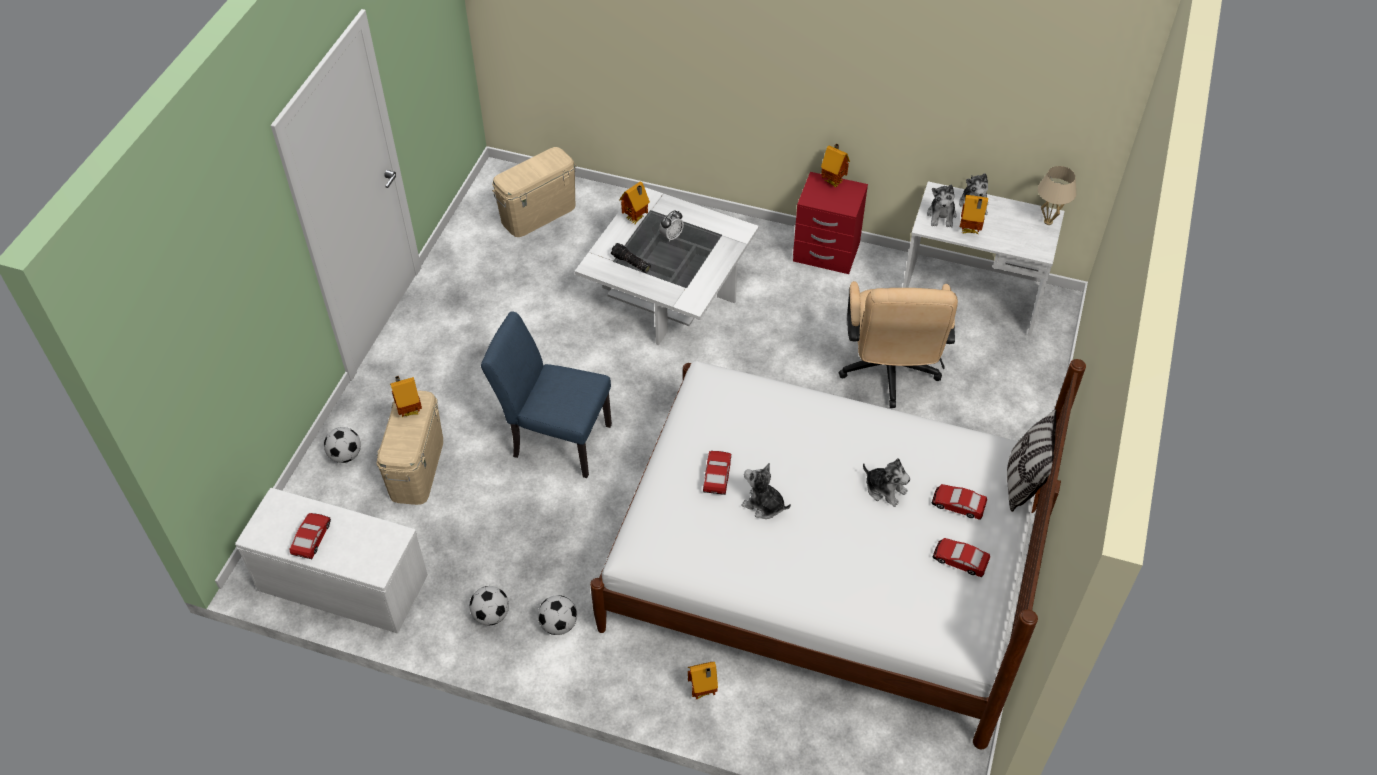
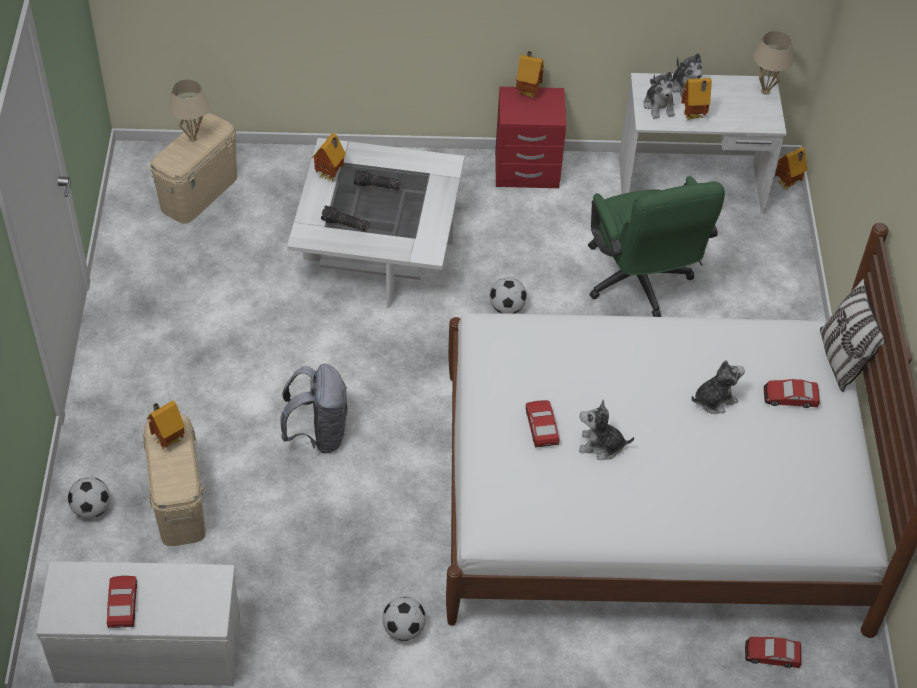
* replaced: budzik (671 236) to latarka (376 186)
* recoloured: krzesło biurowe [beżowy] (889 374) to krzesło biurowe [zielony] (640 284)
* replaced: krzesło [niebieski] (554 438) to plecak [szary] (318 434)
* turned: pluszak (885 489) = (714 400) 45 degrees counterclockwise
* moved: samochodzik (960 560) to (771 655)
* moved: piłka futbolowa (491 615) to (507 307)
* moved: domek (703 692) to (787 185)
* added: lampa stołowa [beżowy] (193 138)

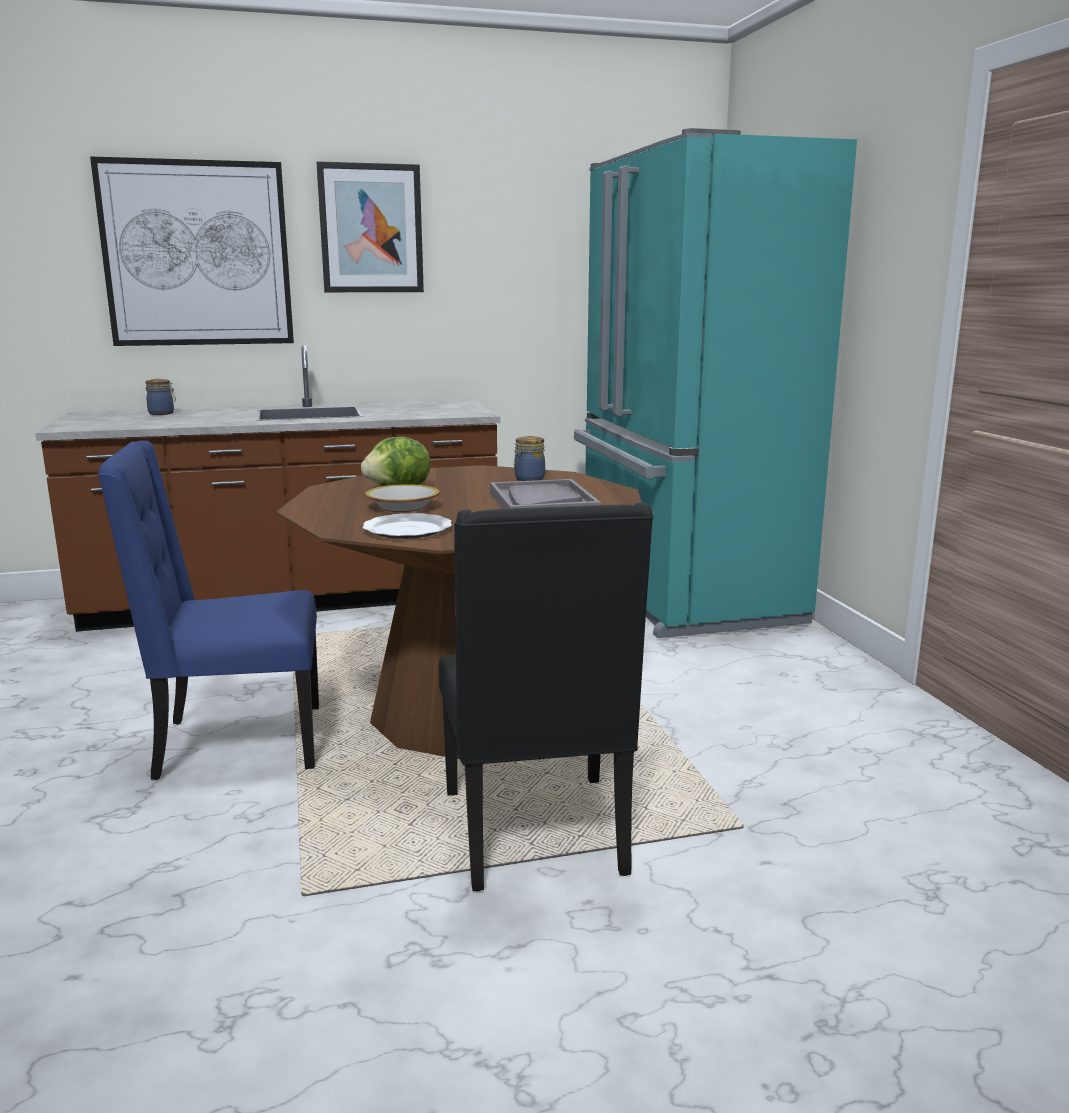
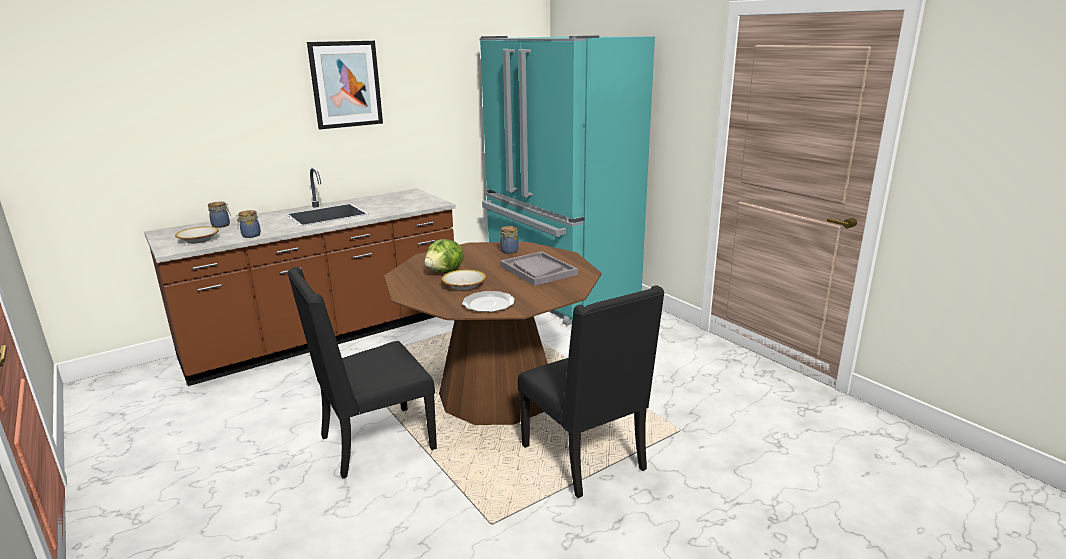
* removed: obraz (197 254)
* recoloured: krzesło [niebieski] (236 744) to krzesło [czarny] (374 443)
* added: słoik (250 235)
* added: miska (198 240)

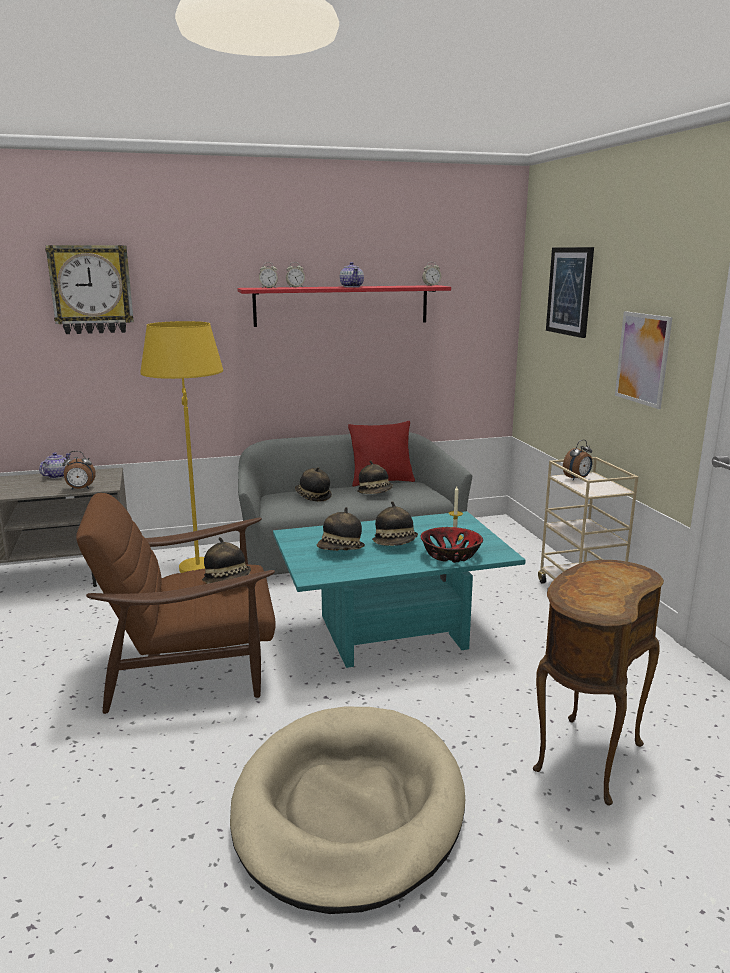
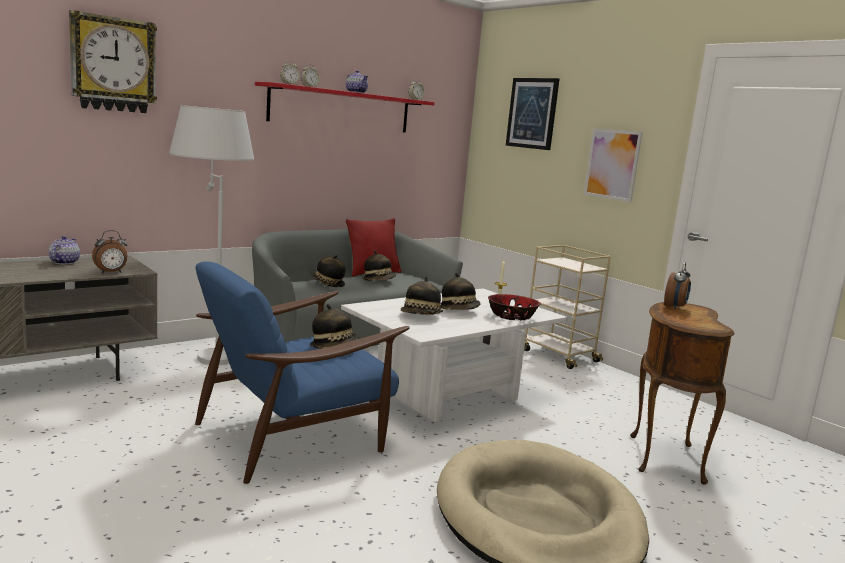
* recoloured: lampa stojąca [żółty] (196 560) to lampa stojąca [biały] (208 352)
* moved: budzik (577 479) to (675 307)
* recoloured: fotel [brązowy] (191 665) to fotel [niebieski] (293 435)
* recoloured: ława [turkusowy] (391 634) to ława [biały] (448 395)

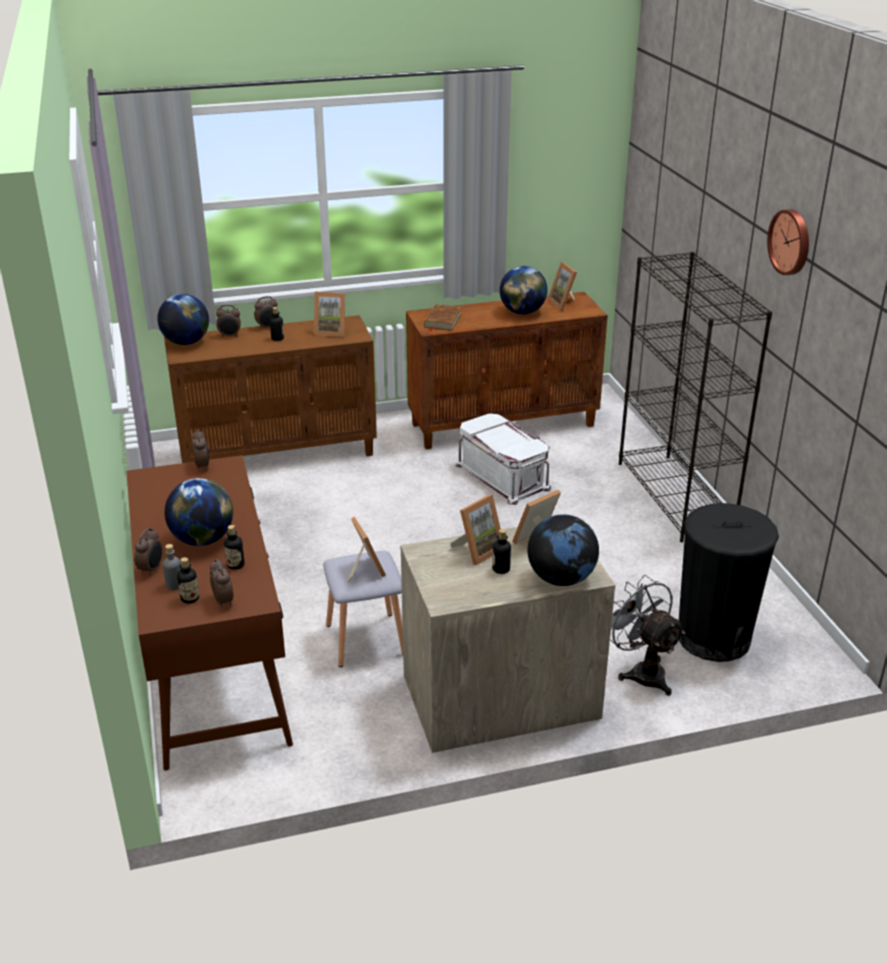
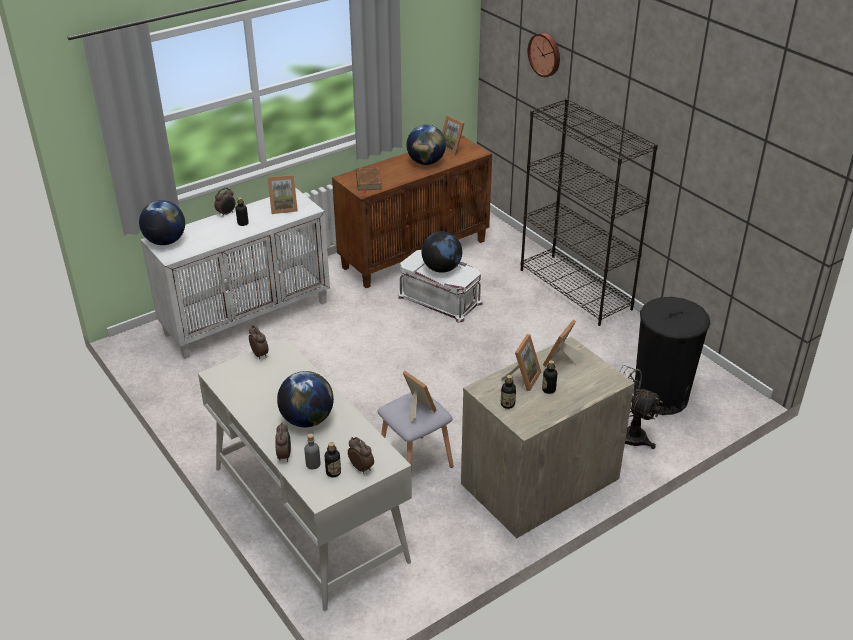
* moved: zegar ścienny (791 242) to (545 54)
* removed: budzik (230 336)
* recoloured: szafka [brązowy] (279 453) to szafka [biały] (247 317)
* recoloured: biurko [brązowy] (215 663) to biurko [biały] (309 512)
* moved: globus (561 579) to (441 269)
* moved: butelka (235 565) to (507 404)

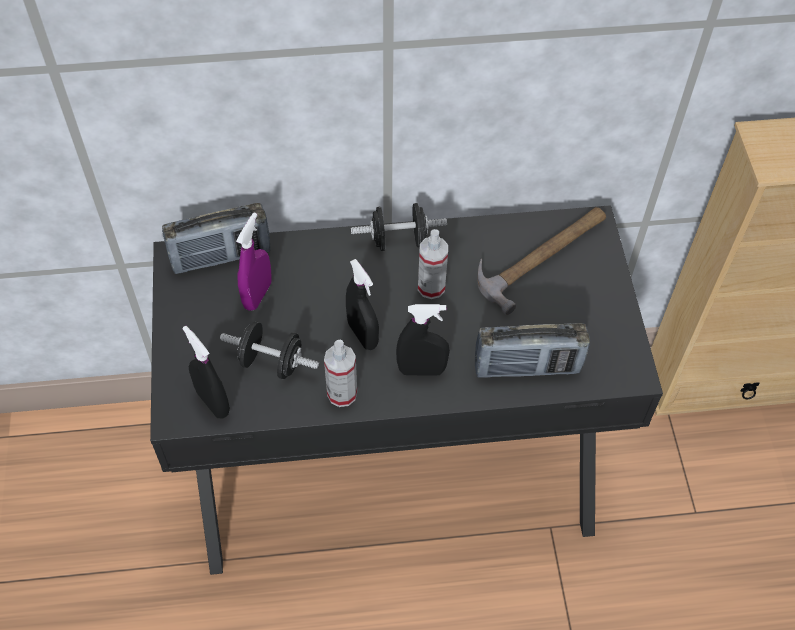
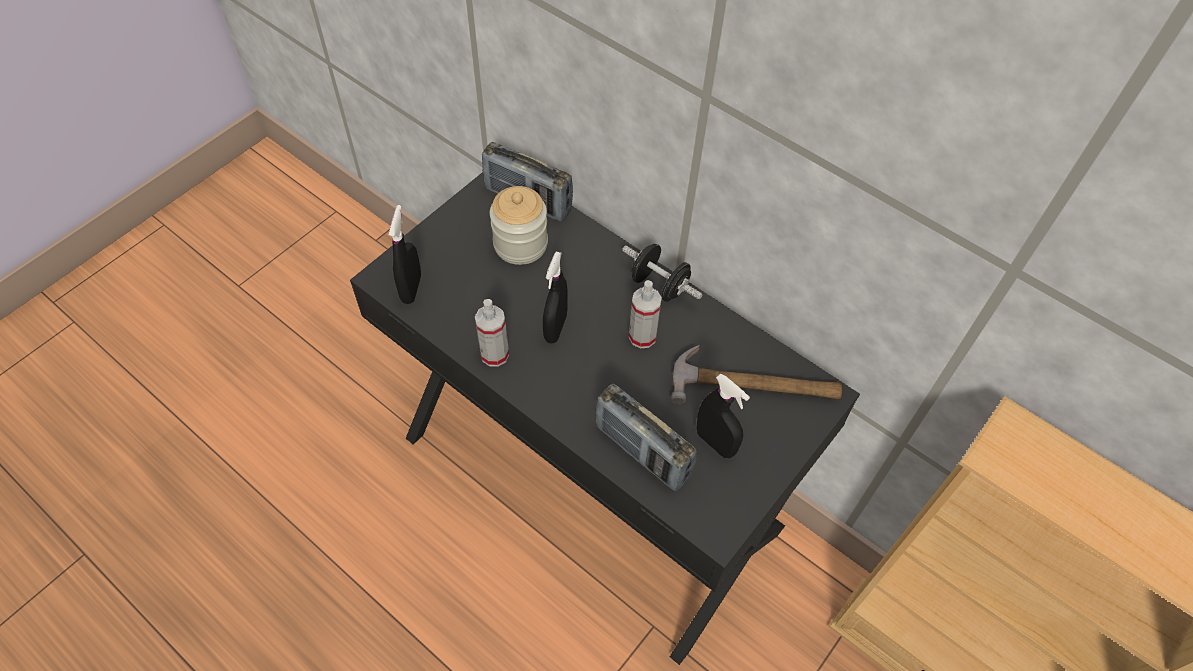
* replaced: spryskiwacz [fioletowy] (257 295) to słoik (520 244)
* moved: spryskiwacz [czarny] (421 370) to (715 443)
* removed: hantel [czarny] (271 362)

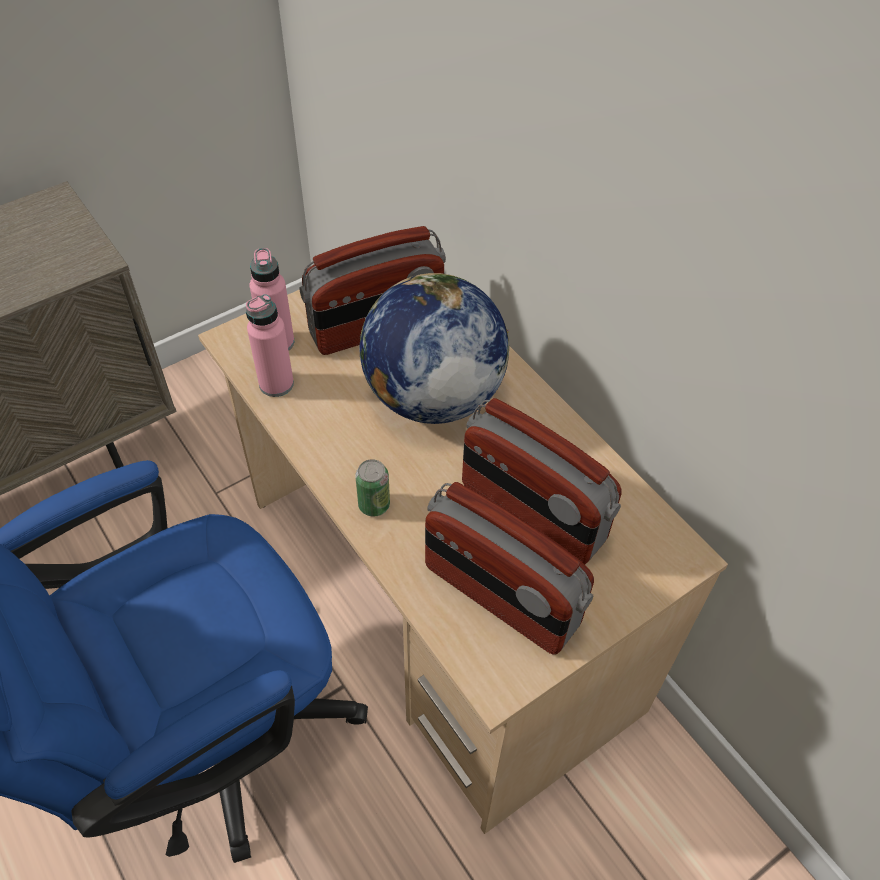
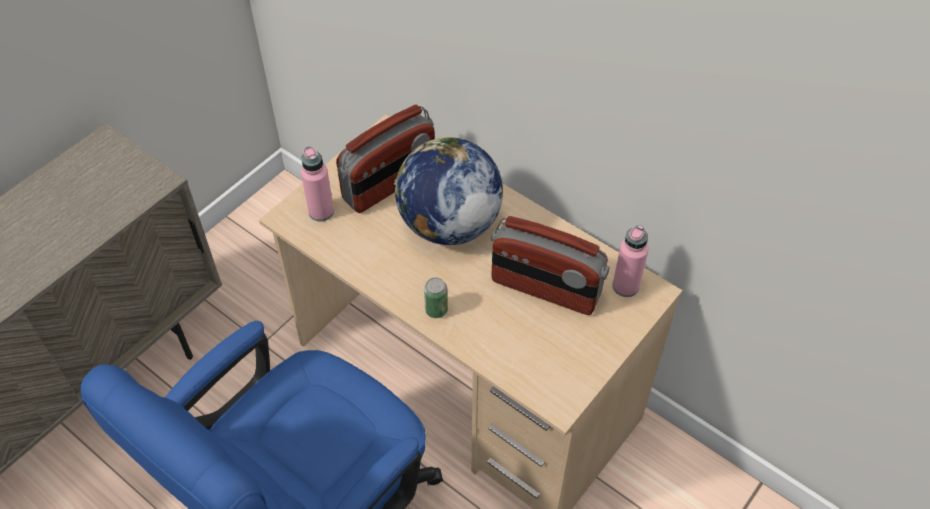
* moved: butelka [różowy] (276 384) to (625 286)
* removed: radio (500 596)

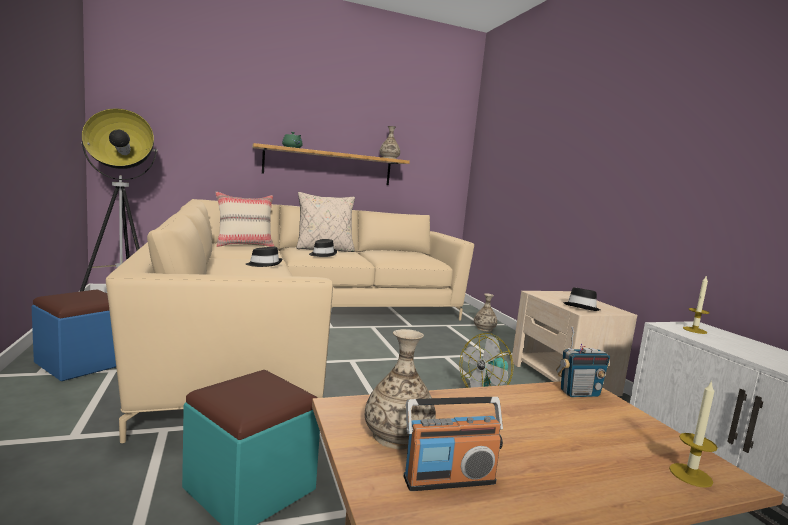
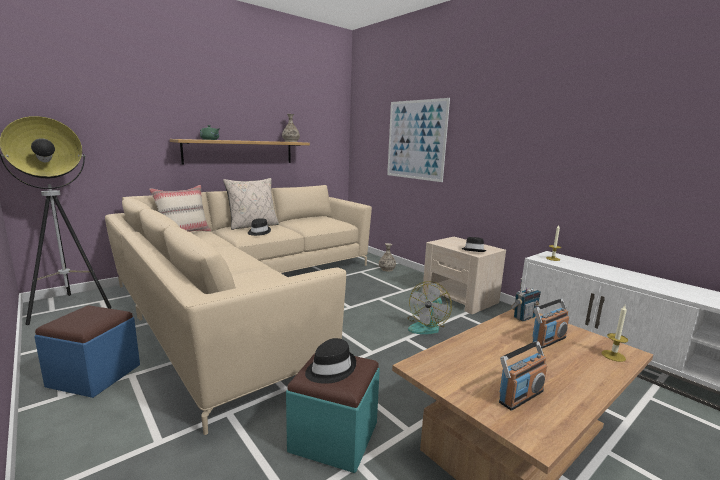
* moved: kapelusz [czarny] (264 264) to (330 369)
* removed: wazon (397 435)
* added: obraz (416 140)
* added: radio (548 340)

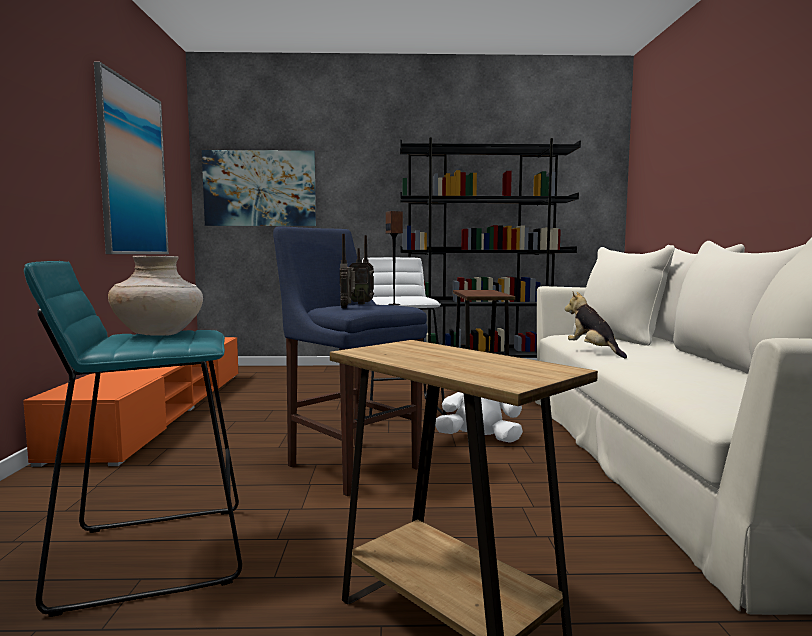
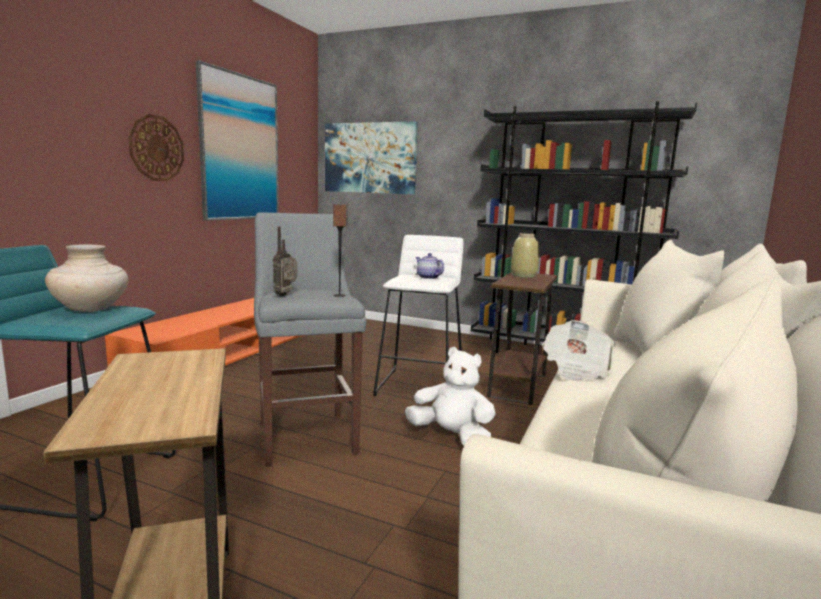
* recoloured: stołek [niebieski] (350 464) to stołek [szary] (307 435)
* removed: radio (360 303)
* replaced: pluszak (593 351) to gazeta (576 369)
* added: zegar ścienny (156 148)
* added: wazon [beżowy] (524 276)
* added: imbryk (428 277)

